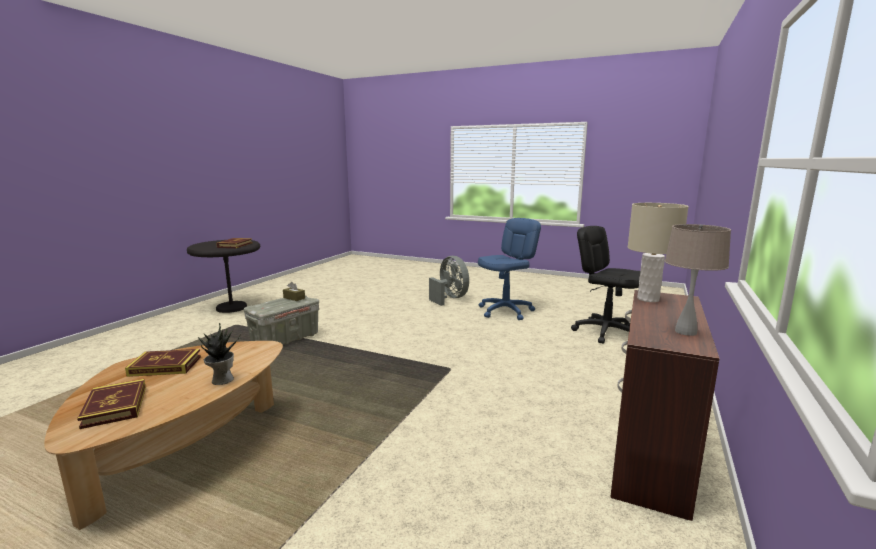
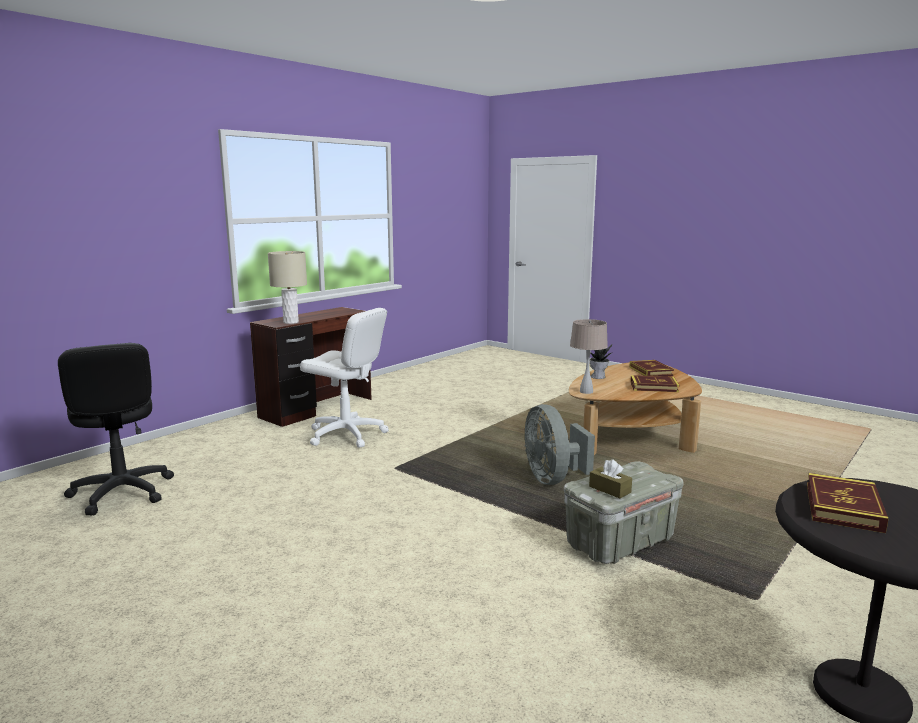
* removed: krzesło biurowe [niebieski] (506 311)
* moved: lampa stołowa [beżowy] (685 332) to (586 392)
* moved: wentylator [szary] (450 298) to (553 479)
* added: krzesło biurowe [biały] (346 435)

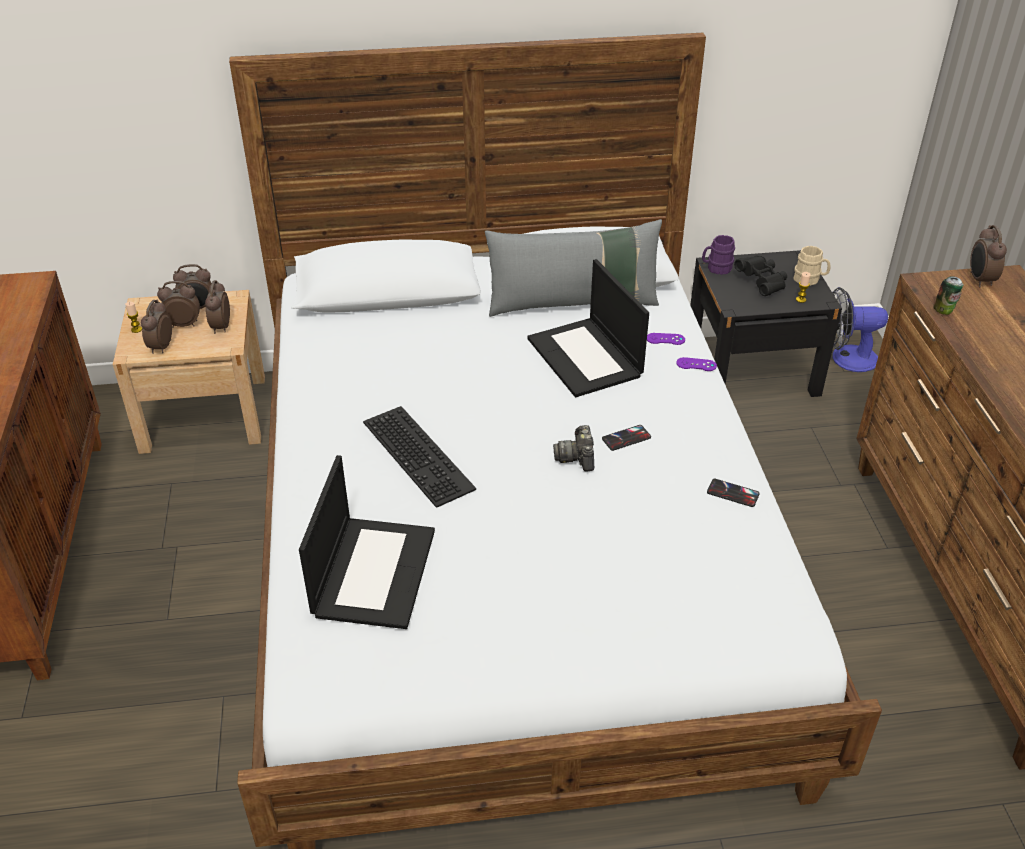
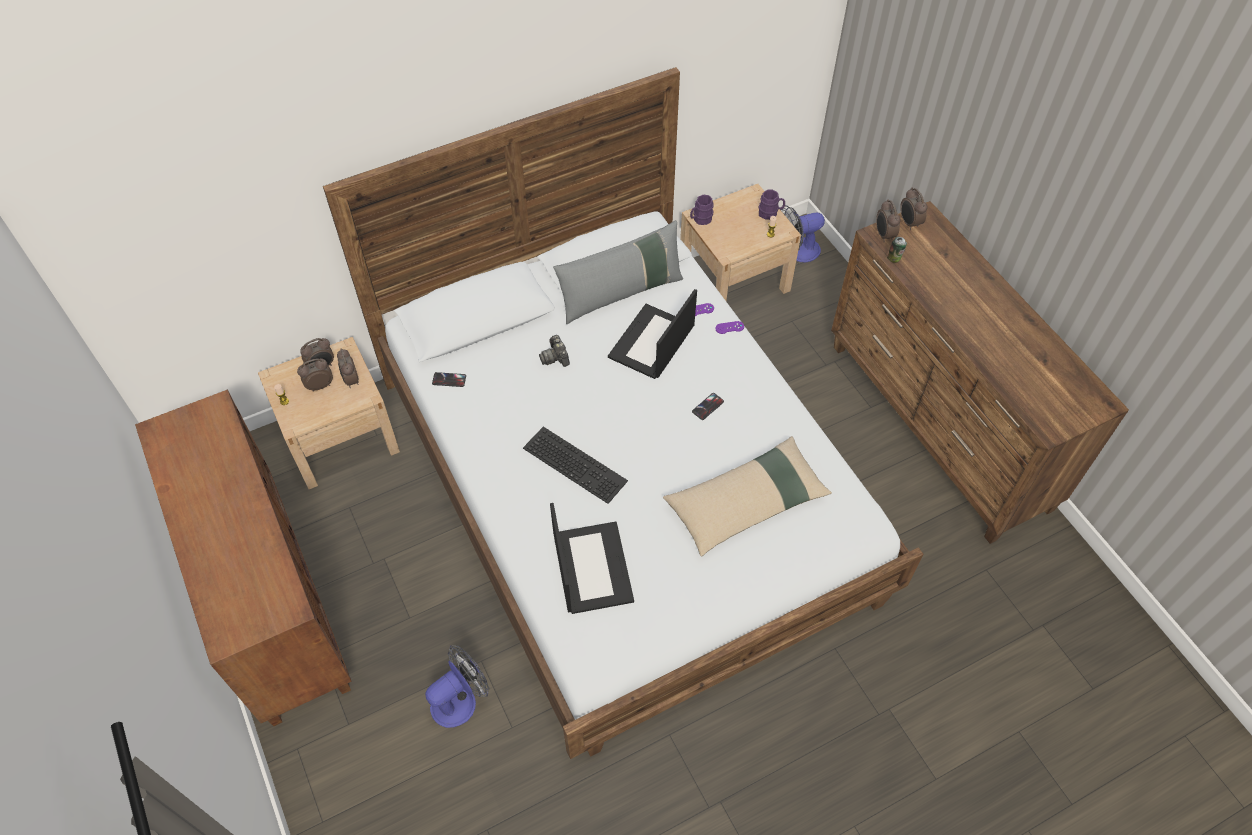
* recoloured: kubek [beżowy] (810 280) to kubek [fioletowy] (770 213)
* recoloured: szafka nocna [czarny] (751 369) to szafka nocna [beżowy] (734 279)
* removed: lornetka [czarny] (762 283)
* turned: laptop (586 358) = (652 343) 75 degrees clockwise
* moved: budzik (160 347) to (883 235)
* moved: aparat fotograficzny (577 457) to (555 357)
* moved: telefon (733 493) to (449 380)
* added: poduszka [beżowy] (746 502)
* added: wentylator (460 699)

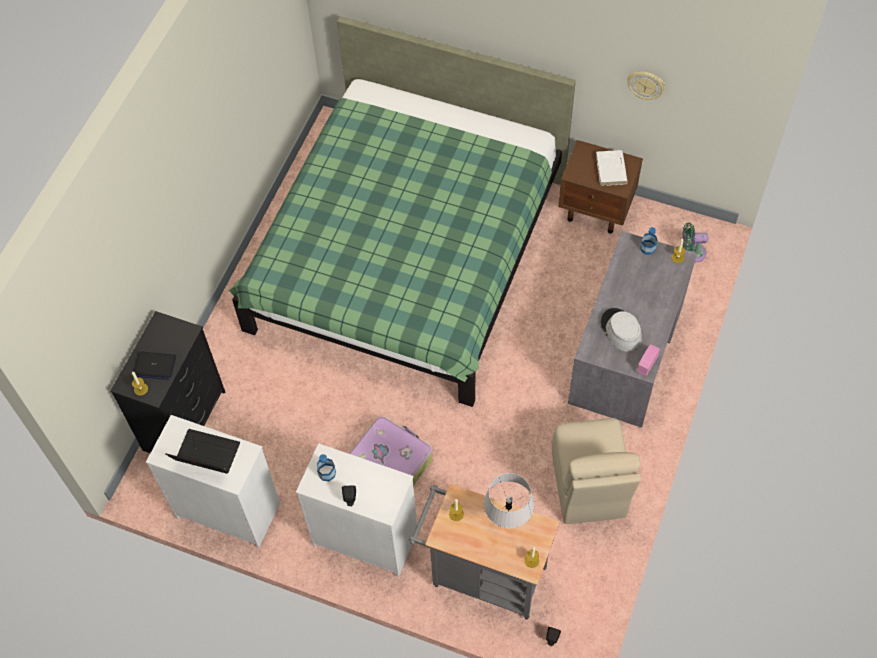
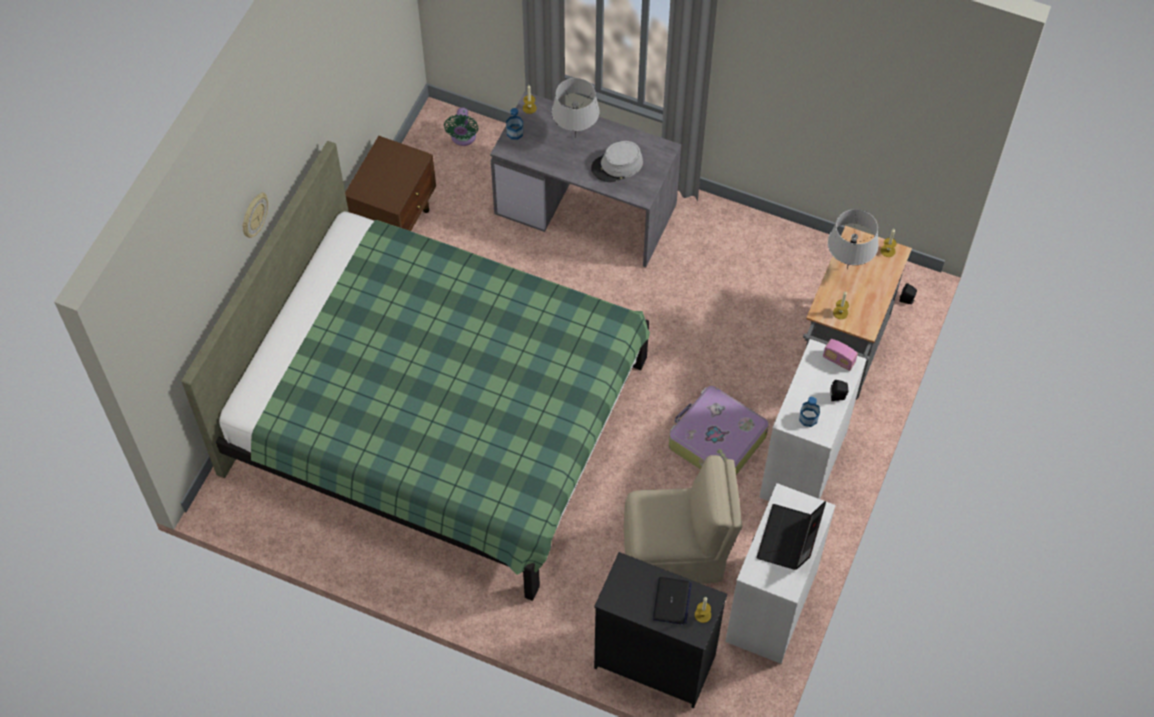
* moved: zegar ścienny (646 84) to (254 216)
* removed: książka [biały] (611 170)
* moved: radio (647 364) to (838 360)
* moved: krzesło [beżowy] (588 486) to (676 553)
* added: lampa stołowa [szary] (575 137)

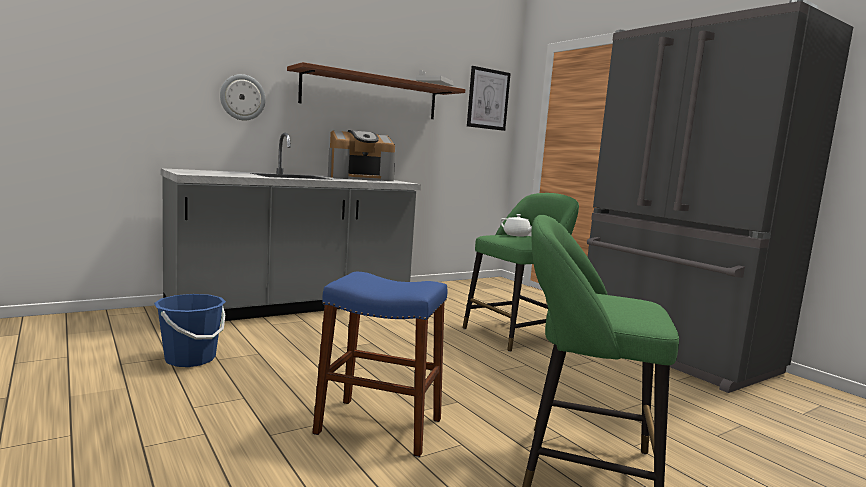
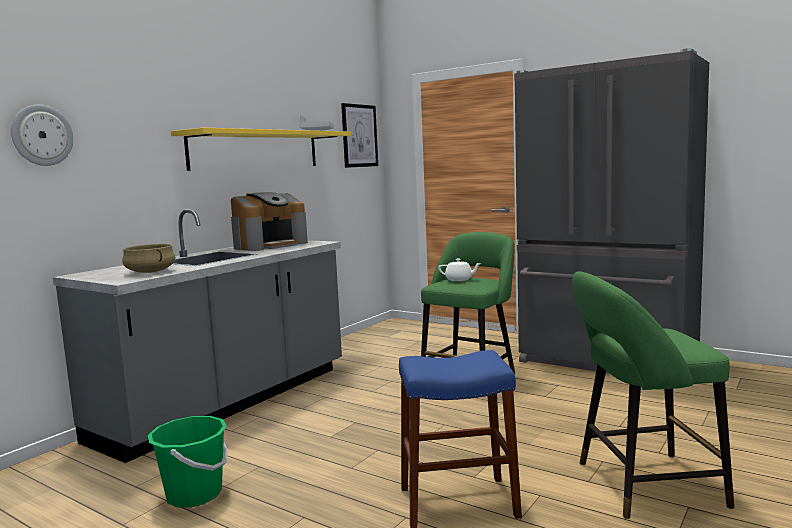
* recoloured: półka [brązowy] (371 95) to półka [żółty] (256 150)
* moved: zegar ścienny (242 97) to (42 135)
* recoloured: wiadro [niebieski] (190 359) to wiadro [zielony] (194 494)
* added: garnek [beżowy] (150 272)

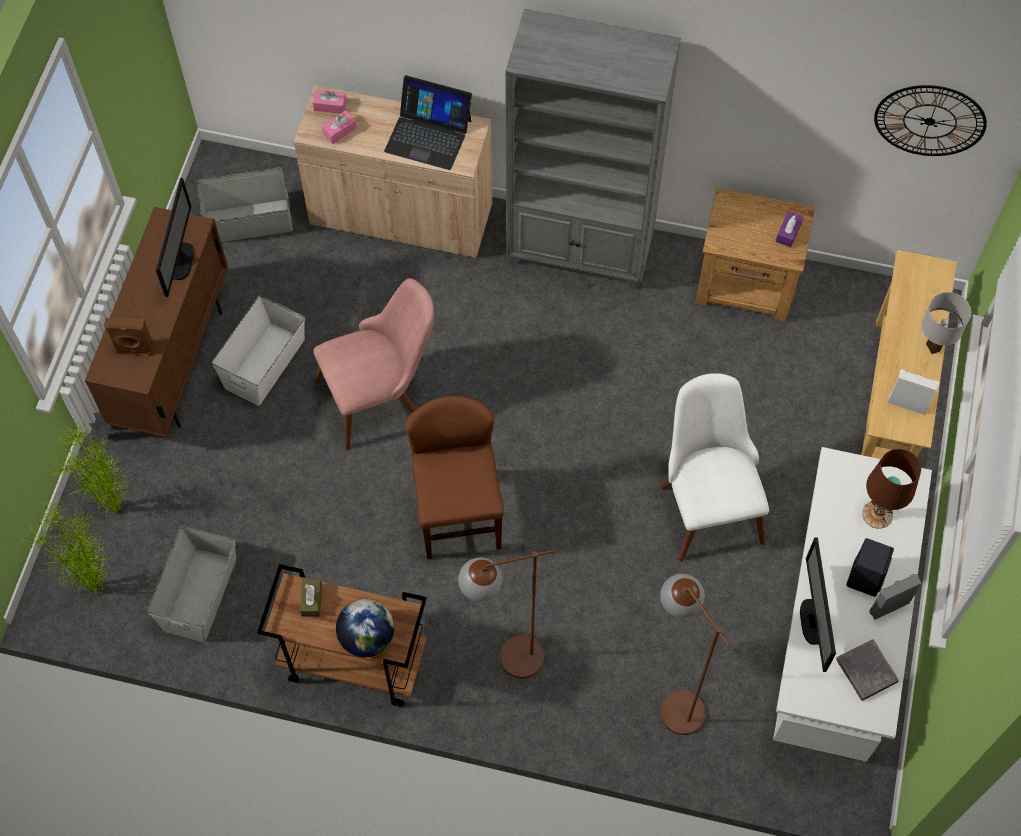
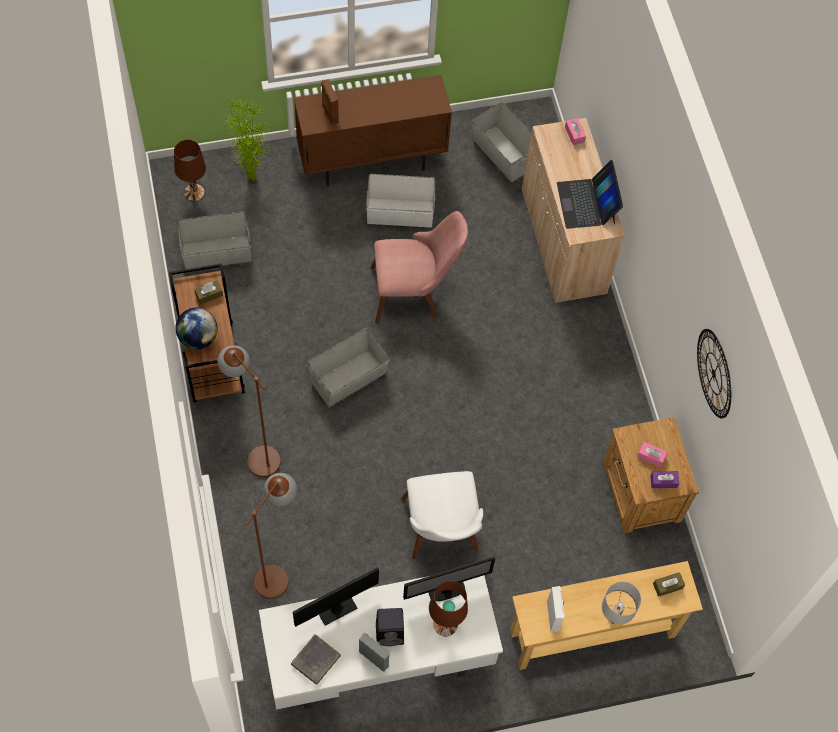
* removed: regał [szary] (581 251)
* moved: zegar ścienny (929 121) to (714 373)
* moved: pudełko chusteczek [różowy] (340 131) to (651 456)
* moved: monitor (181 261) to (446 590)
* turned: krzesło [różowy] (381 394) = (414 291) 45 degrees counterclockwise
* turned: krzesło [biały] (706 501) = (442 535) 120 degrees clockwise
* replaced: krzesło [brązowy] (458 514) to pojemnik do przechowywania [szary] (349 378)
* replaced: roślina doniczkowa (95 586) to lampa stołowa [brązowy] (194 192)
* added: pudełko chusteczek [brązowy] (667 586)

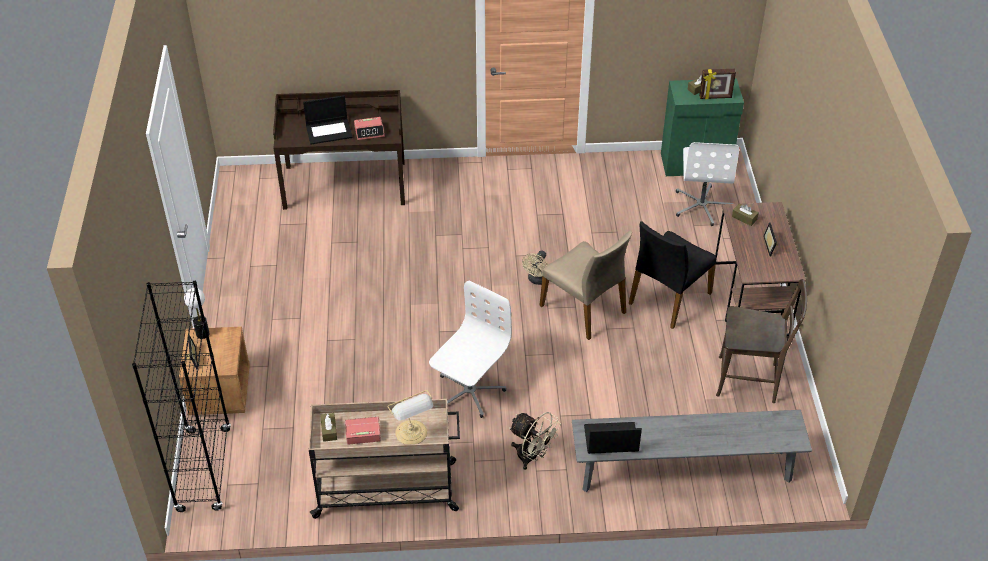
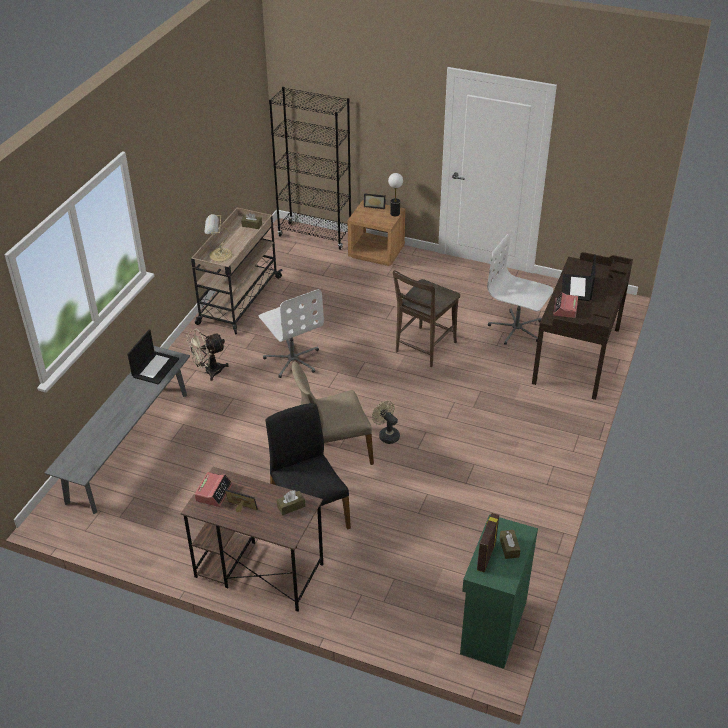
* moved: krzesło biurowe [biały] (702 205) to (516 329)
* moved: krzesło [brązowy] (751 380) to (423 348)
* moved: budzik (362 432) to (213 492)

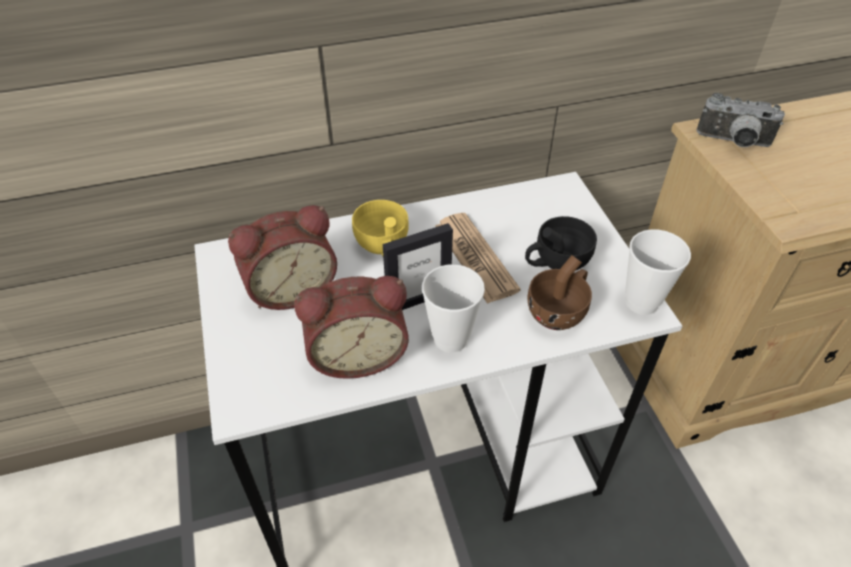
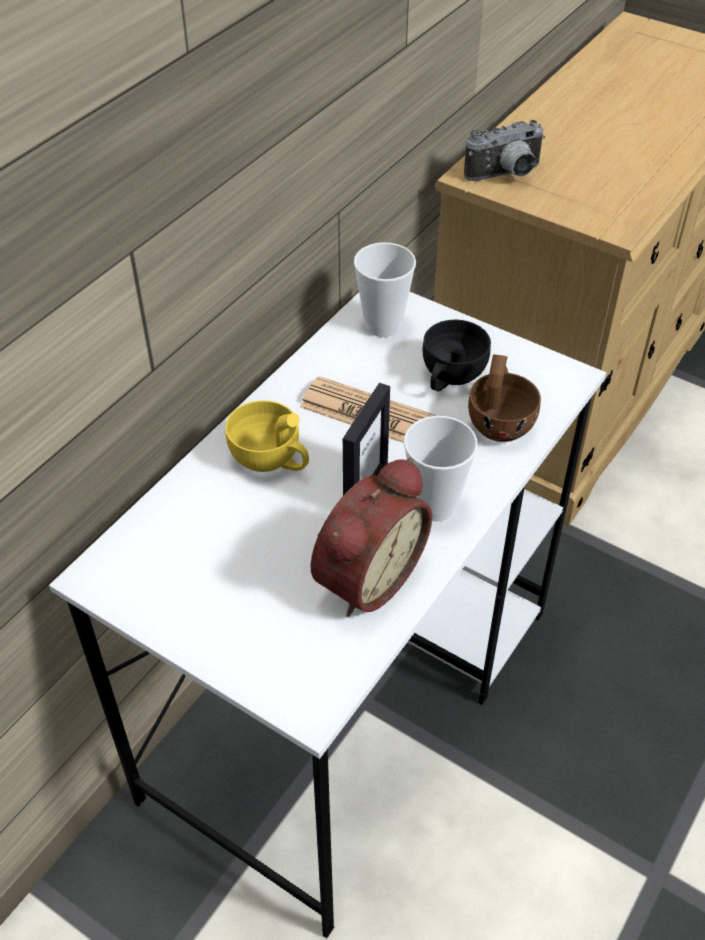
* removed: budzik (290 288)
* moved: filiżanka (641 302) to (383 325)

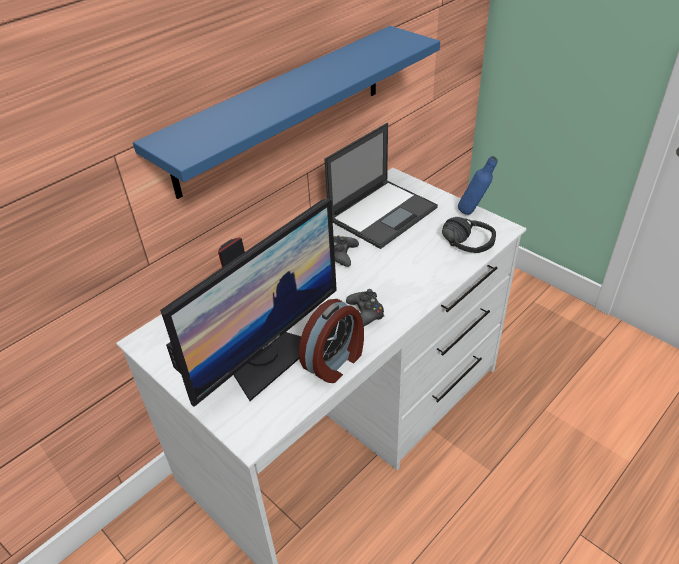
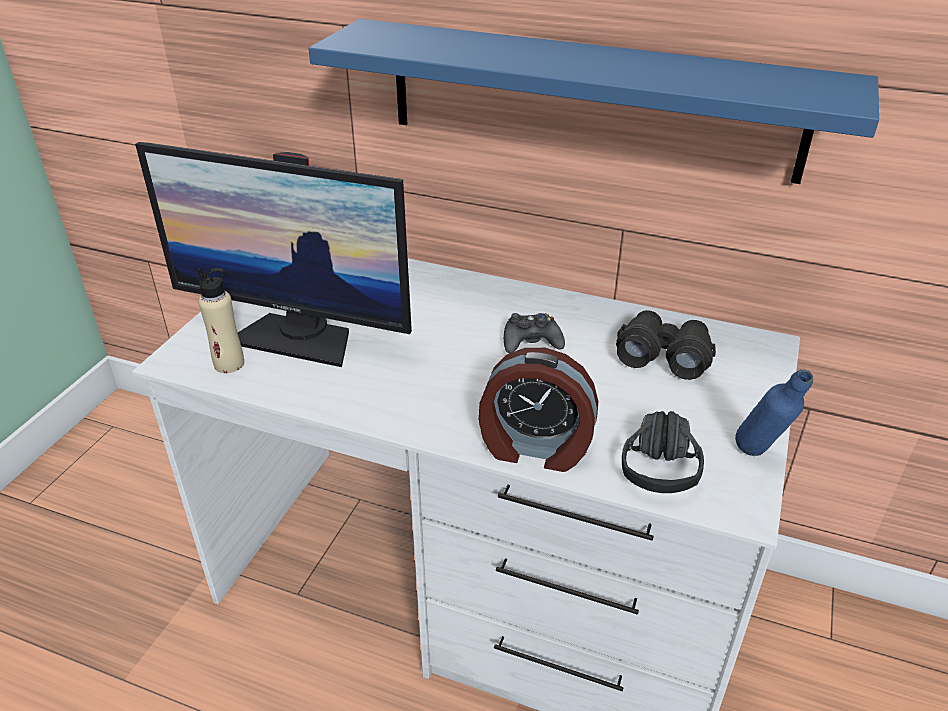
* replaced: laptop (383 213) to lornetka [czarny] (663 355)
* removed: pad do gier [czarny] (366 312)
* moved: budzik (335 361) to (535 448)
* added: butelka [beżowy] (229 364)

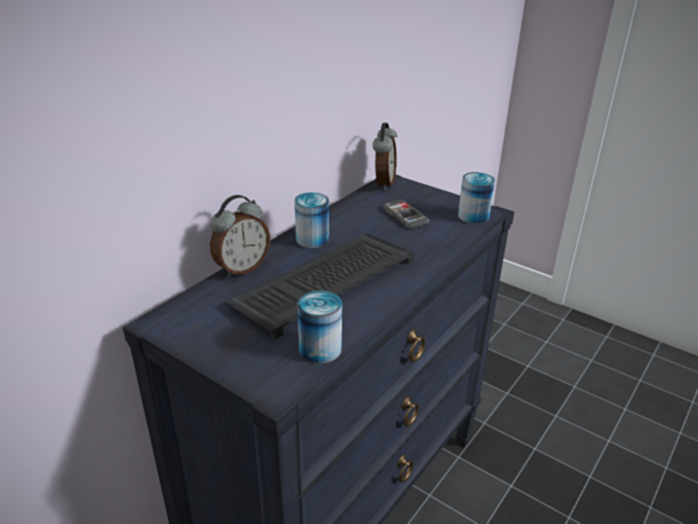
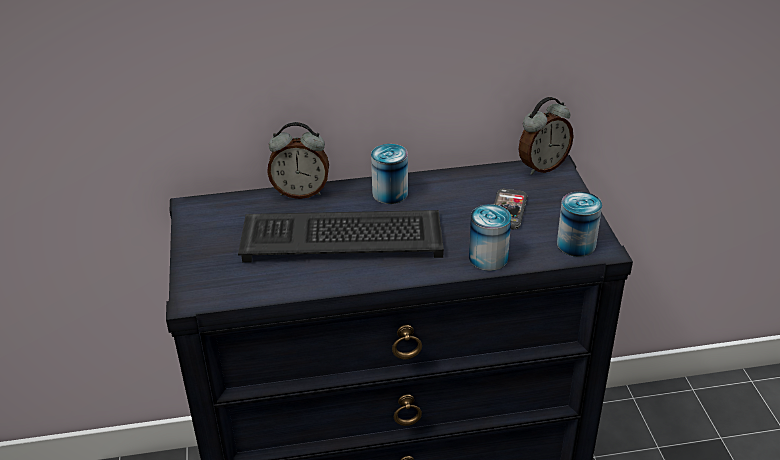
* moved: puszka (320 349) to (488 258)

